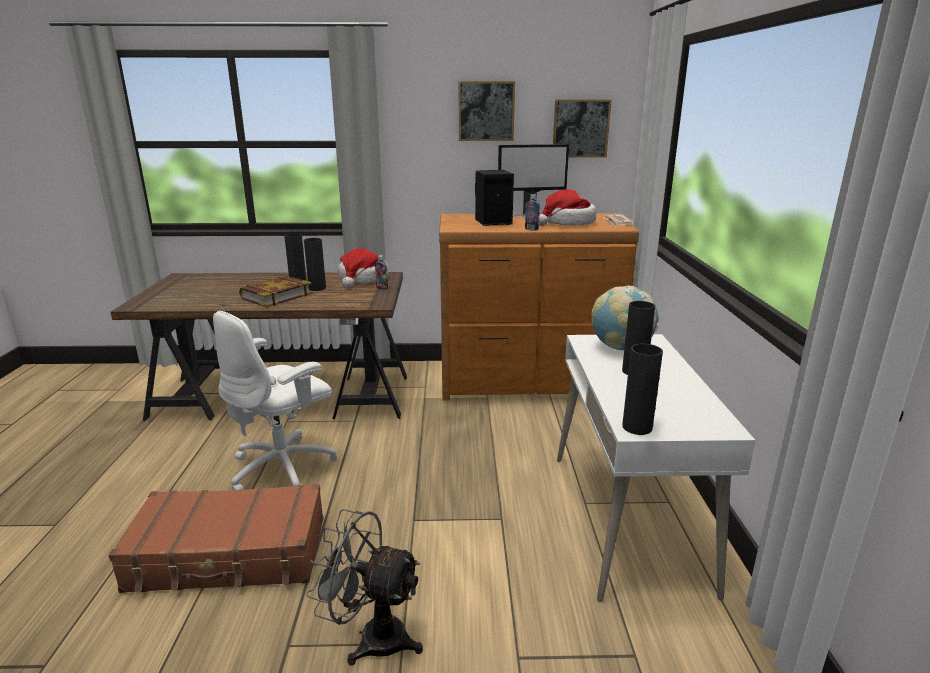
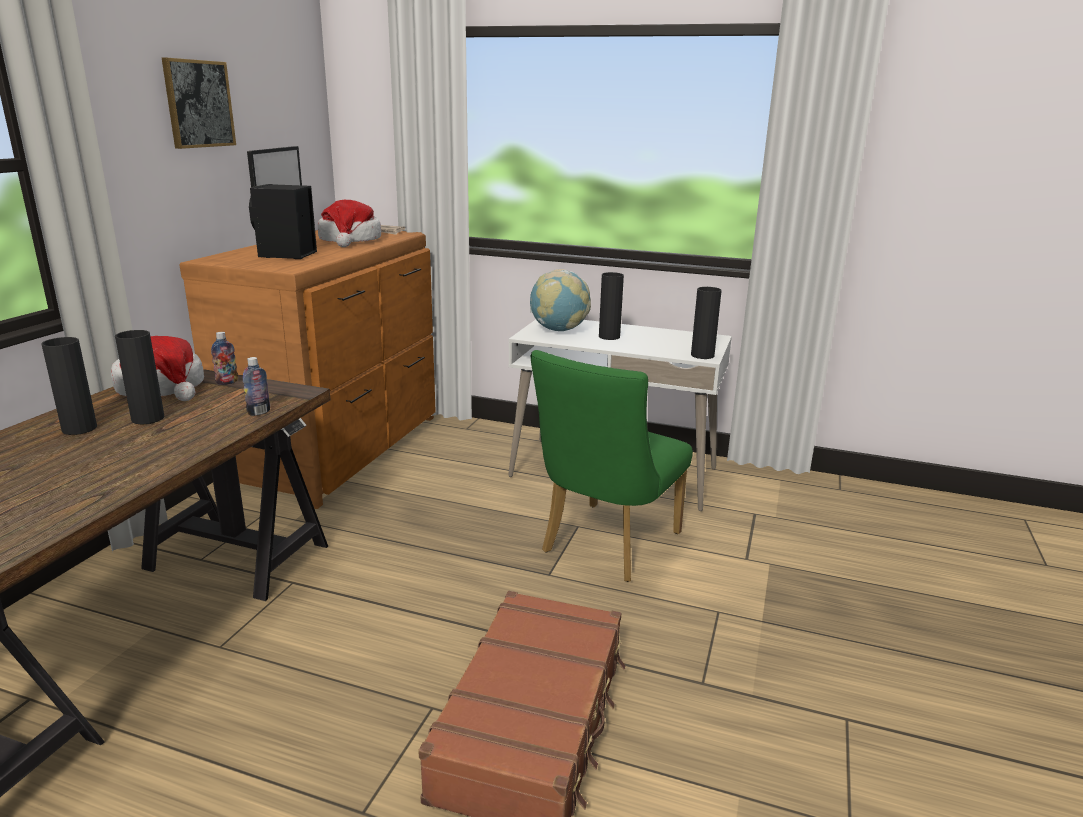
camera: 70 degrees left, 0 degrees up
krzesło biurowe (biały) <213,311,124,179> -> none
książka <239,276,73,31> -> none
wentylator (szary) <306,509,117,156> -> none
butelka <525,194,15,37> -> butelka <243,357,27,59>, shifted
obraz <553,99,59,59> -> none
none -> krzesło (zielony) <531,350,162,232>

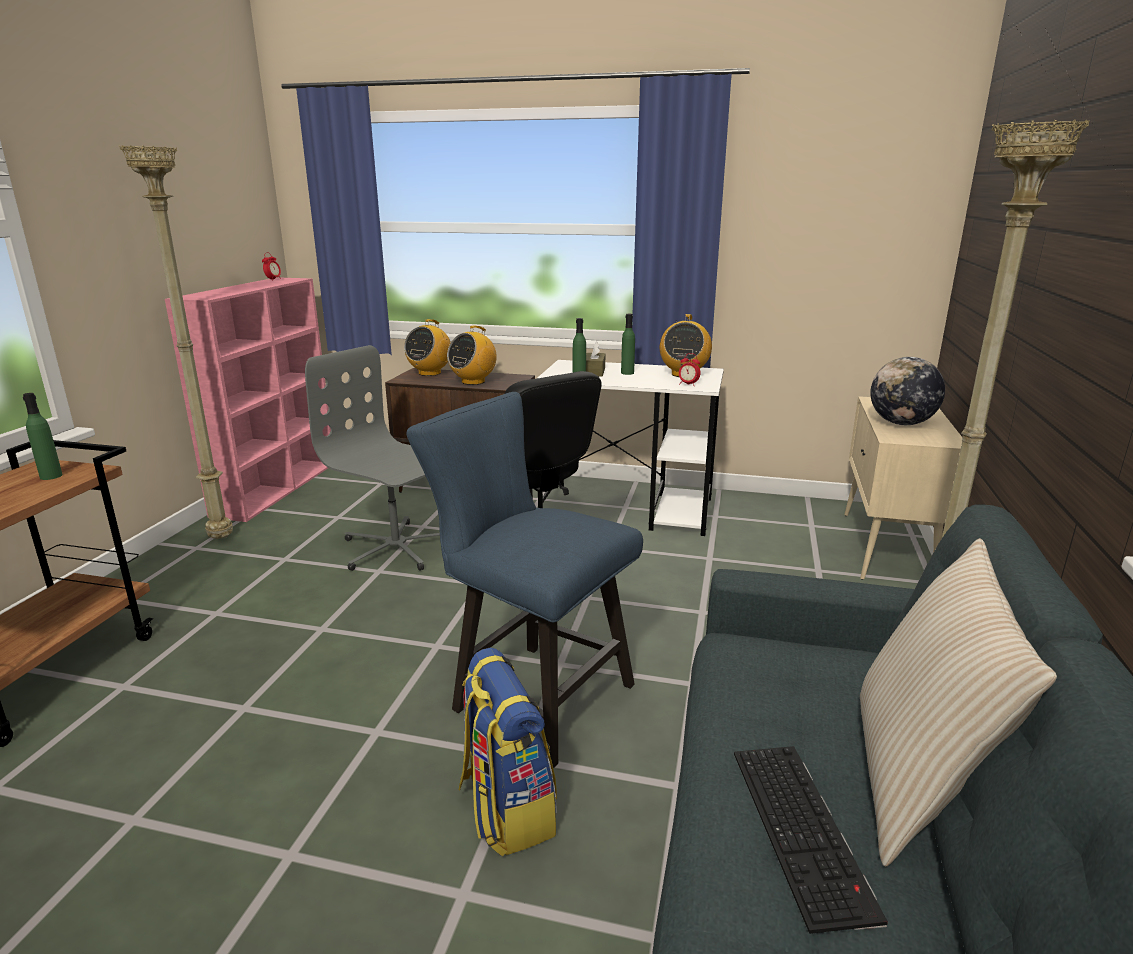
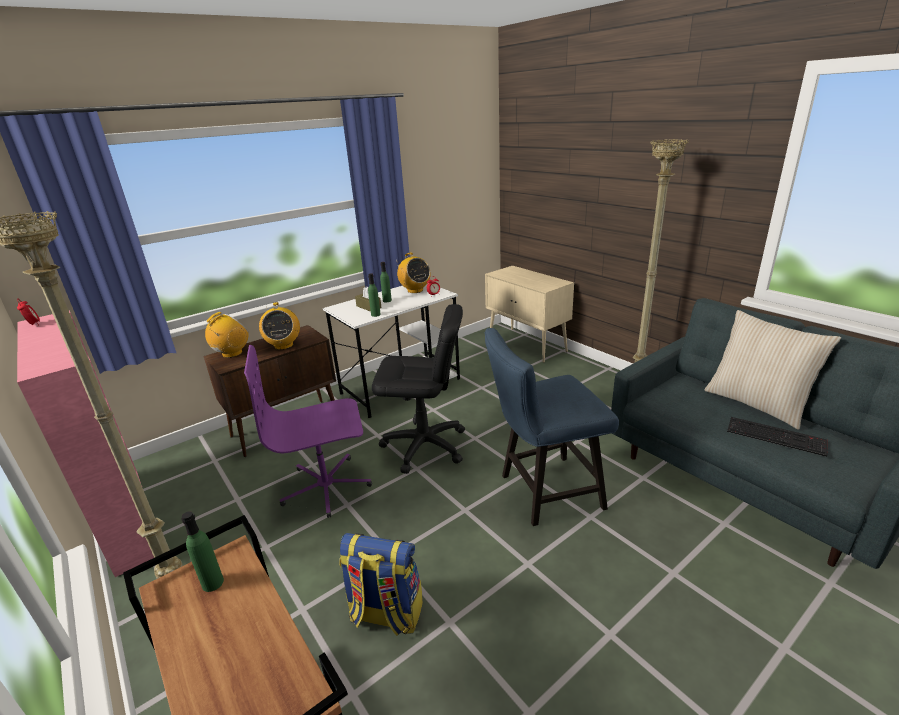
camera: 50 degrees left, 5 degrees up
krzesło biurowe (szary) <305,345,135,226> -> krzesło biurowe (fioletowy) <244,345,128,173>
radio <404,319,47,57> -> radio <205,312,44,46>, 120 degrees counterclockwise
plecak <459,648,98,209> -> plecak <339,533,84,103>, shifted
globus <870,357,75,68> -> none

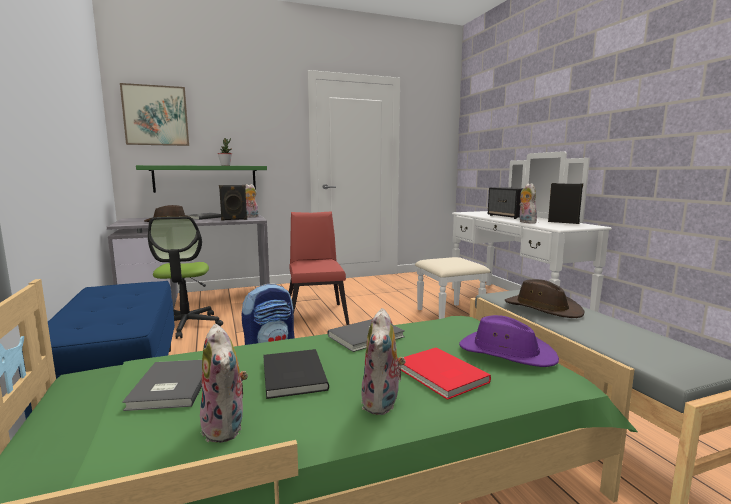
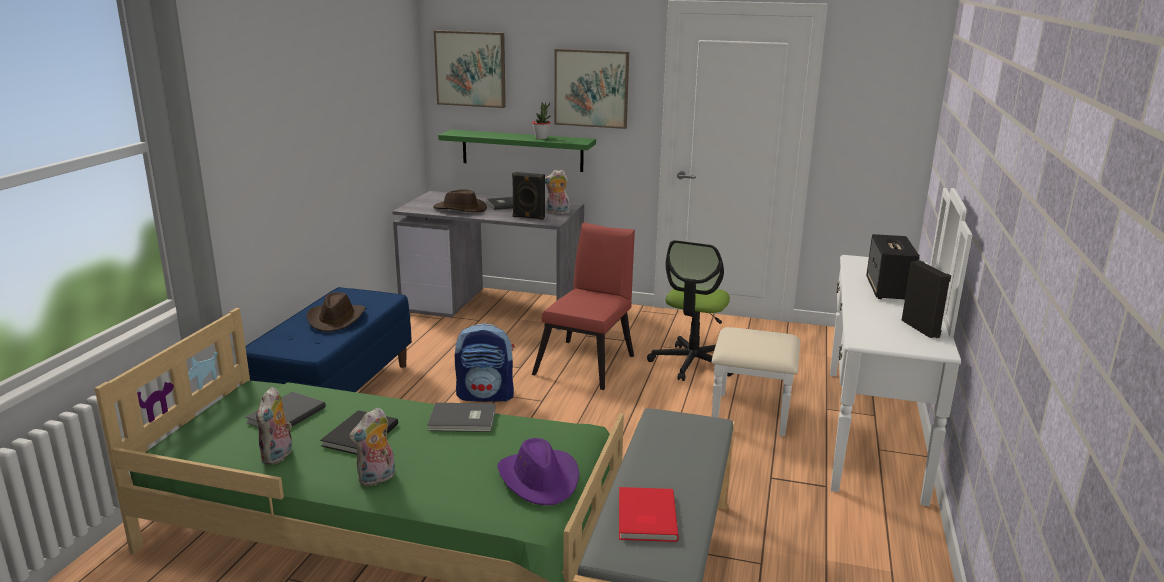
camera: 35 degrees right, 10 degrees up
krzesło biurowe <148,216,75,123> -> krzesło biurowe <647,240,87,141>, shifted
książka (czerwony) <401,348,90,52> -> książka (czerwony) <619,487,60,55>, shifted
kapelusz (brązowy) <504,279,80,39> -> kapelusz (brązowy) <306,292,60,40>, shifted
pluszak <519,183,18,41> -> none
none -> obraz <554,49,75,80>

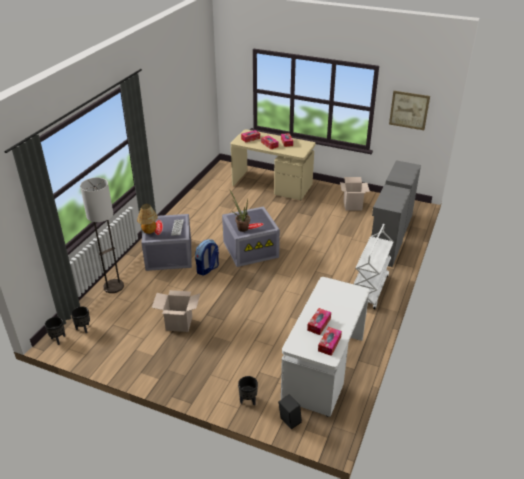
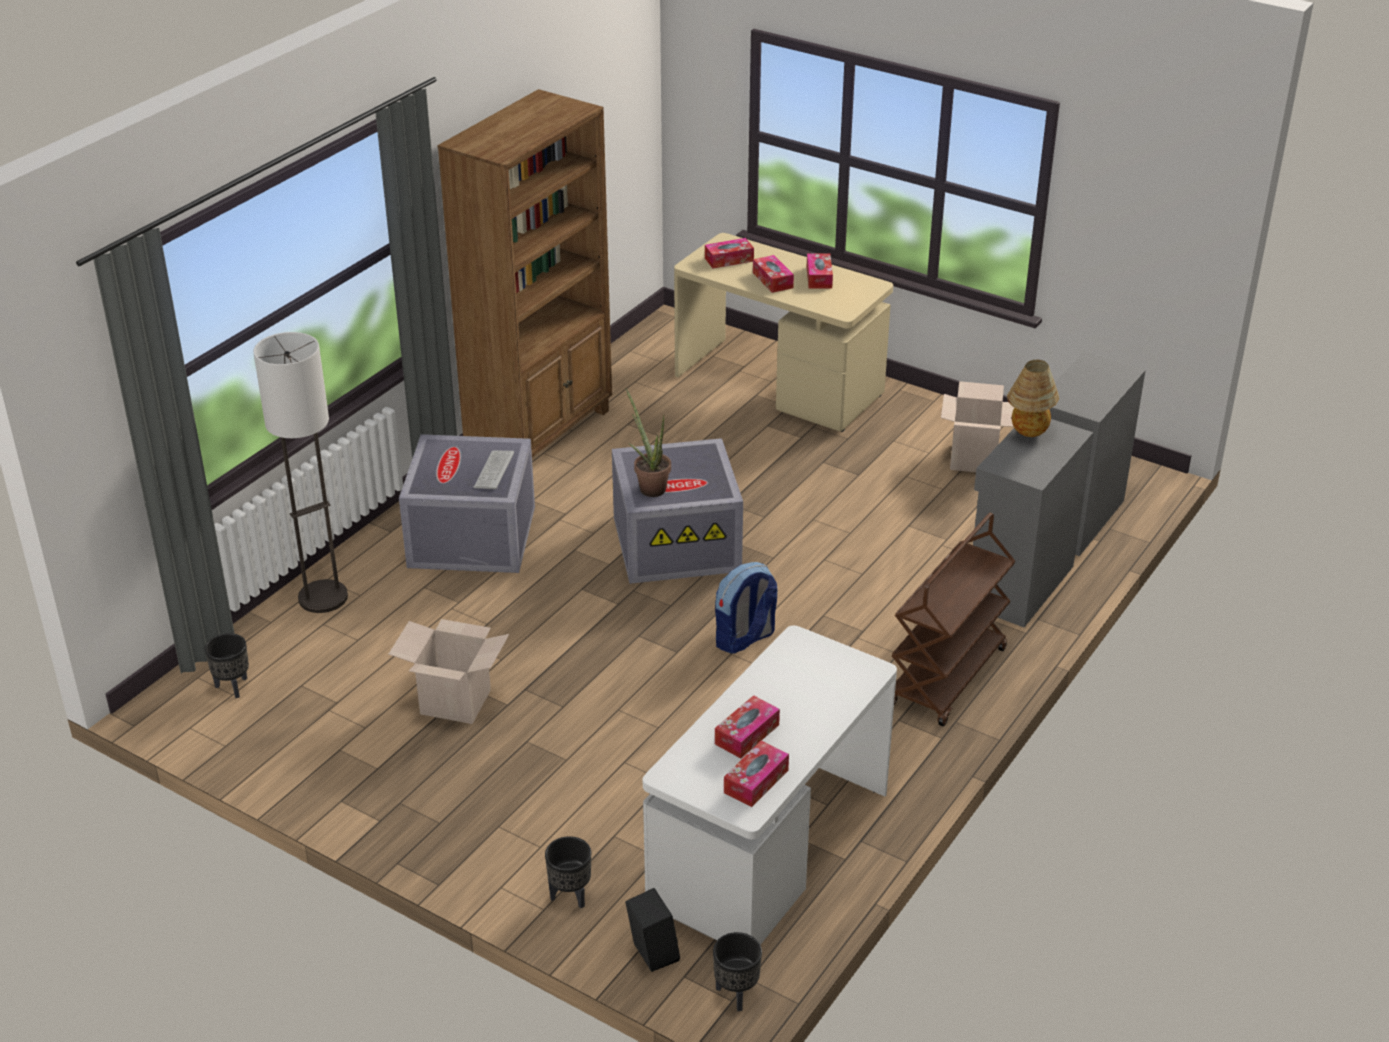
camera: 10 degrees right, 0 degrees up
donica (czarny) <45,317,20,28> -> donica (czarny) <713,932,49,79>, shifted
lampa stołowa <137,204,21,30> -> lampa stołowa <1007,360,52,77>, shifted
plecak <195,239,24,36> -> plecak <715,562,63,92>, shifted
wózek (biały) <354,224,40,85> -> wózek (brązowy) <892,513,123,213>
obraz <389,91,41,39> -> none
none -> regał (brązowy) <437,89,175,368>

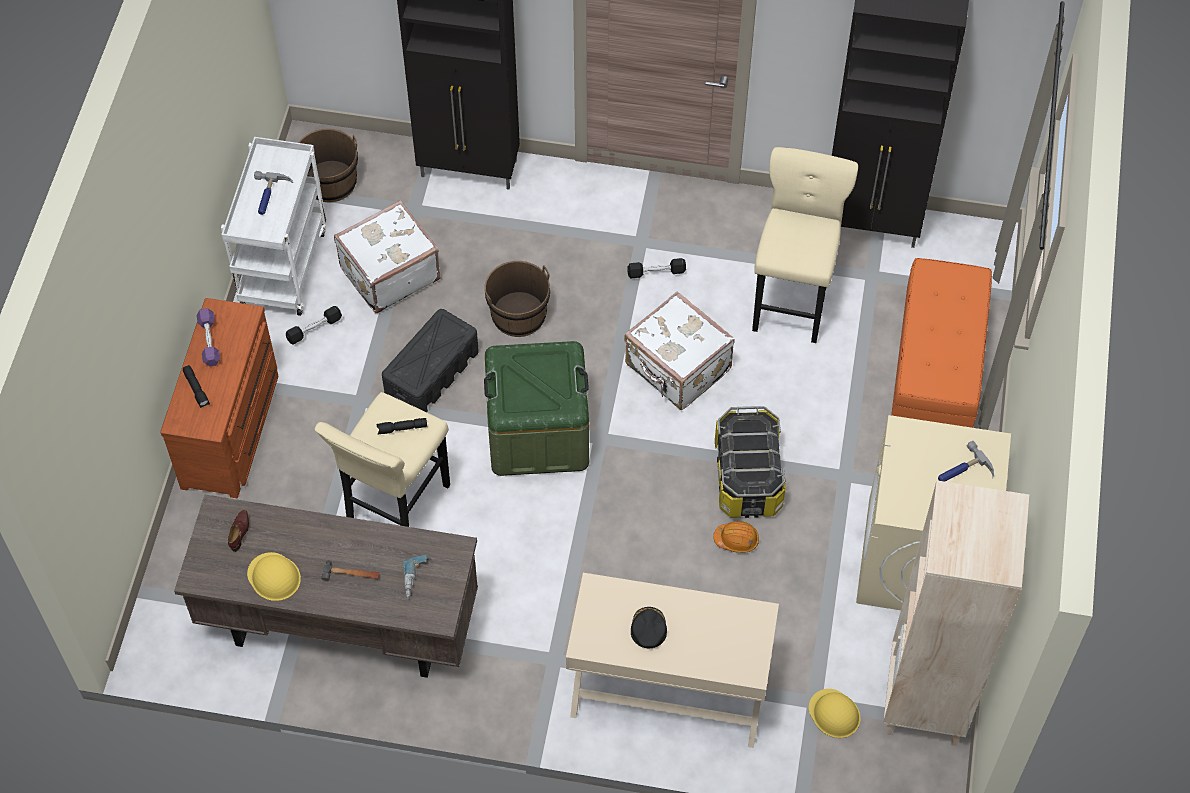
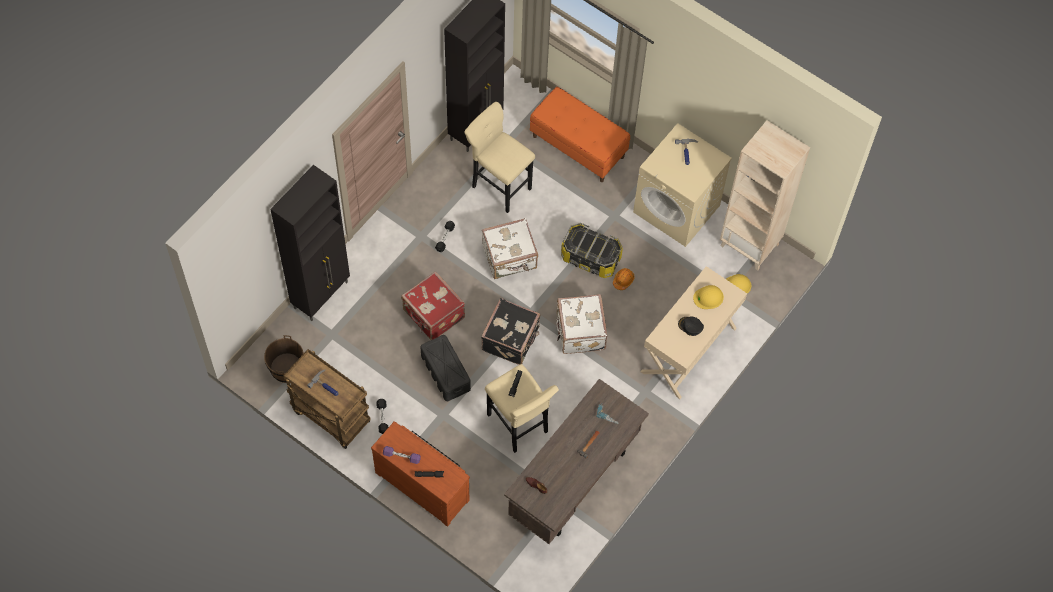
camera: 65 degrees left, 5 degrees up
wózek (biały) <221,137,105,179> -> wózek (brązowy) <283,349,88,100>
kask (żółty) <247,552,54,49> -> kask (żółty) <693,285,31,24>, shifted
walizka (biały) <334,200,106,113> -> walizka (biały) <556,294,51,60>, shifted
wiadro (brązowy) <484,261,66,76> -> walizka (czerwony) <401,271,64,69>
pojemnik do przechowywania (zielony) <484,341,105,135> -> walizka (czarny) <481,298,59,67>

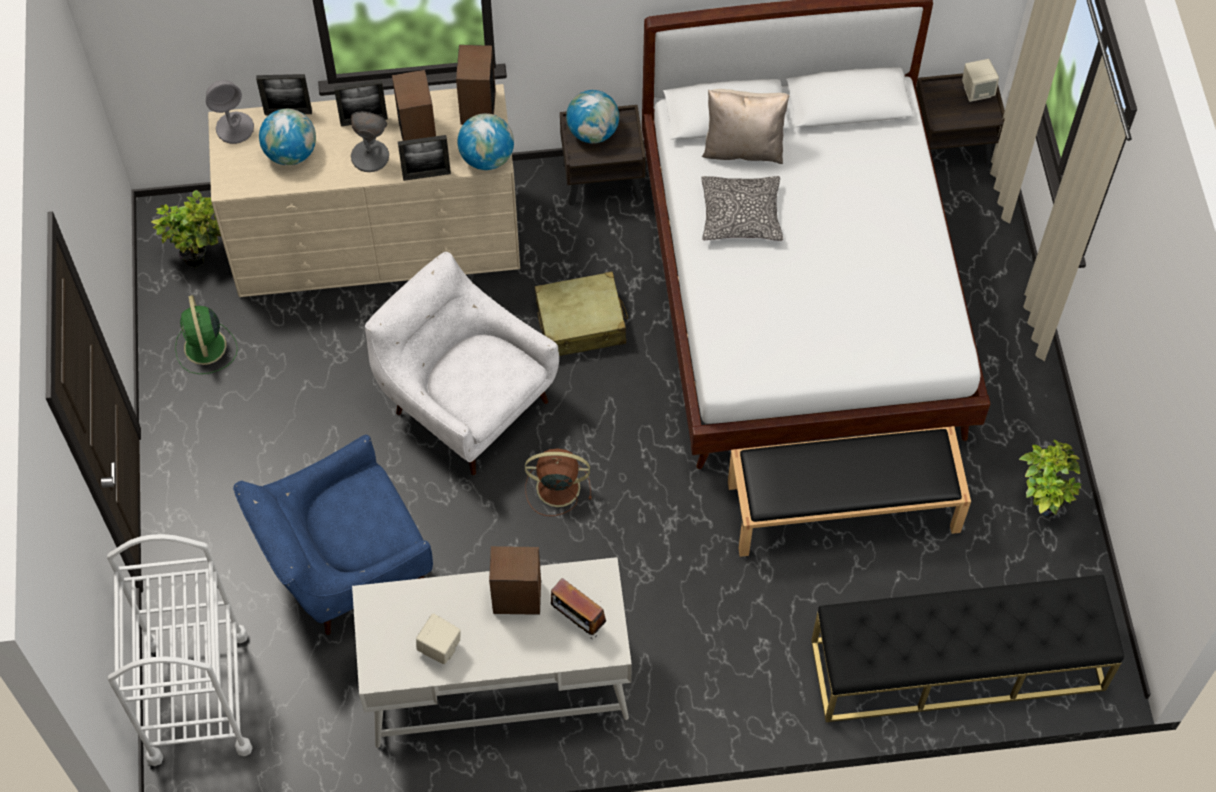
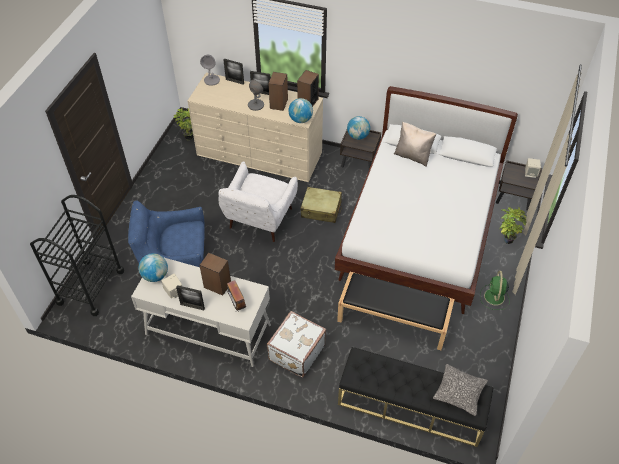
camera: 25 degrees right, 10 degrees down
wózek (biały) <107,534,146,232> -> wózek (czarny) <30,195,94,121>
wentylator (zielony) <175,295,63,79> -> wentylator (zielony) <480,271,30,39>, shifted
globus <259,109,57,56> -> globus <138,253,30,29>, shifted
fotel (biały) <365,252,194,223> -> fotel (biały) <219,162,79,80>, 135 degrees counterclockwise
ramka na zdjęcie <398,135,53,46> -> ramka na zdjęcie <176,285,29,25>, shifted
wentylator (brązowy) <525,448,67,68> -> none
poduszka <701,176,82,65> -> poduszka <433,364,55,52>, shifted
roślina doniczkowa <1019,439,64,78> -> roślina doniczkowa <500,207,27,37>, shifted
none -> walizka (biały) <267,311,59,66>

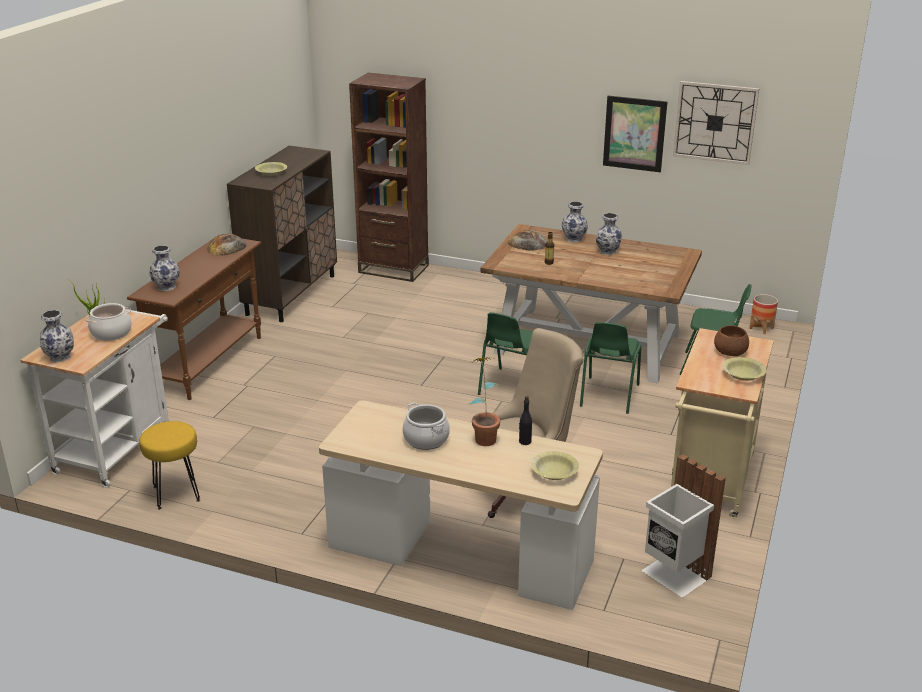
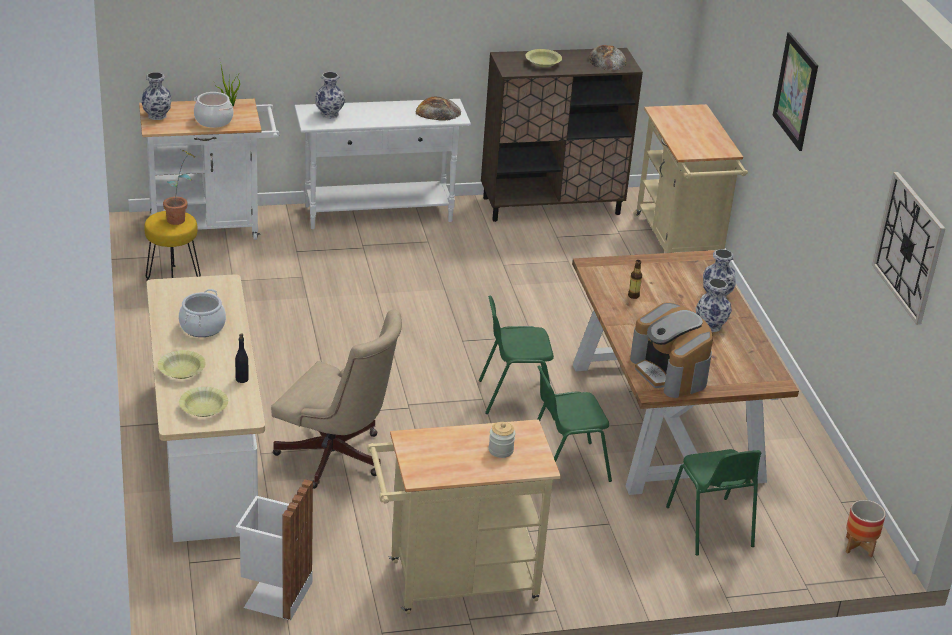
camera: 55 degrees right, 5 degrees up
stolik konsolowy (brązowy) <127,236,134,164> -> stolik konsolowy (biały) <294,99,177,130>
regał (brązowy) <349,73,80,209> -> wózek (beżowy) <633,104,115,149>
roślina doniczkowa <468,357,32,89> -> roślina doniczkowa <163,150,33,75>, shifted
chleb <507,230,40,21> -> chleb <589,45,38,26>, shifted
obraz <603,95,64,77> -> obraz <773,32,45,119>, shifted
miska (brązowy) <714,325,35,31> -> słoik <489,422,26,36>
miska (żółty) <722,357,45,24> -> miska (żółty) <158,350,48,29>, shifted
none -> ekspres do kawy <630,302,83,96>

